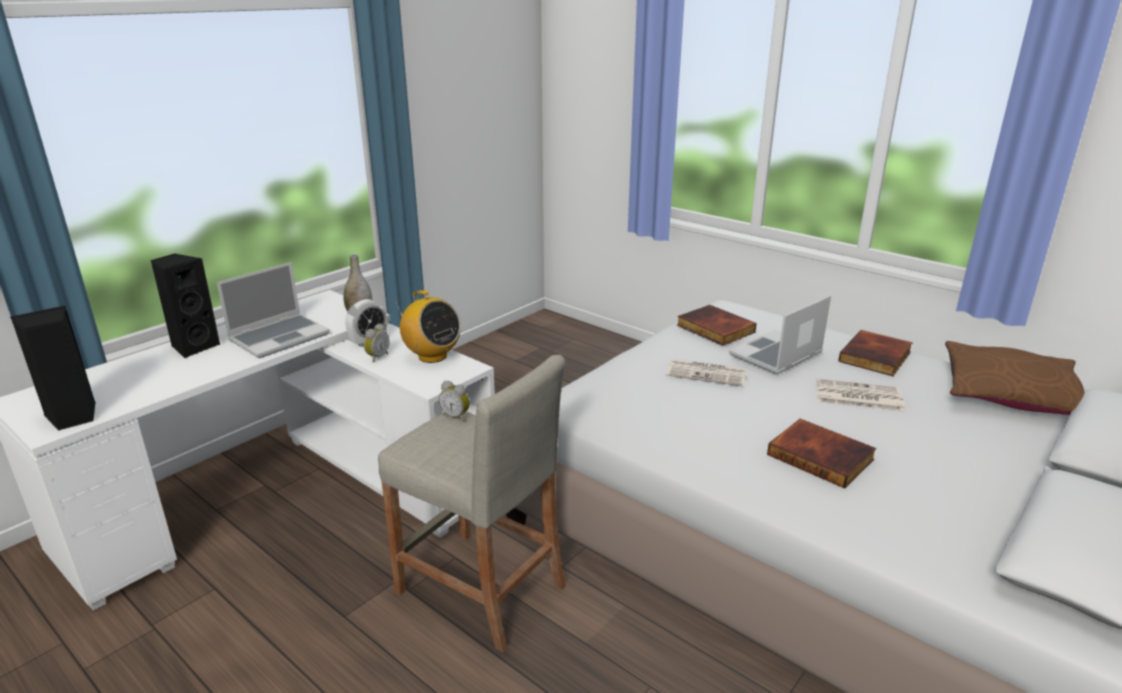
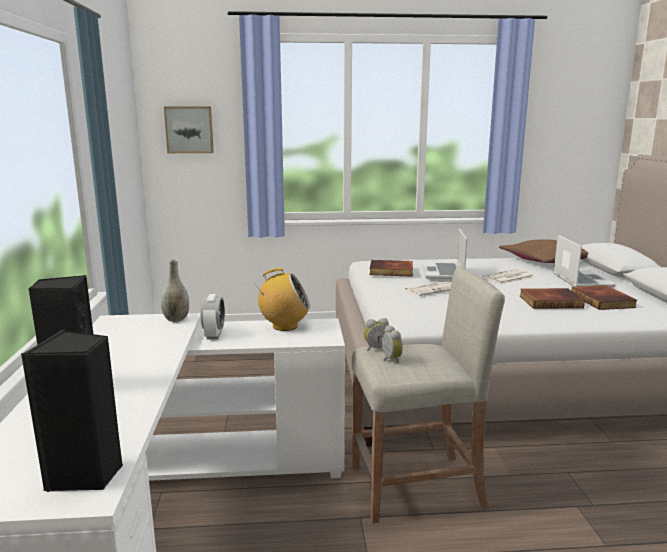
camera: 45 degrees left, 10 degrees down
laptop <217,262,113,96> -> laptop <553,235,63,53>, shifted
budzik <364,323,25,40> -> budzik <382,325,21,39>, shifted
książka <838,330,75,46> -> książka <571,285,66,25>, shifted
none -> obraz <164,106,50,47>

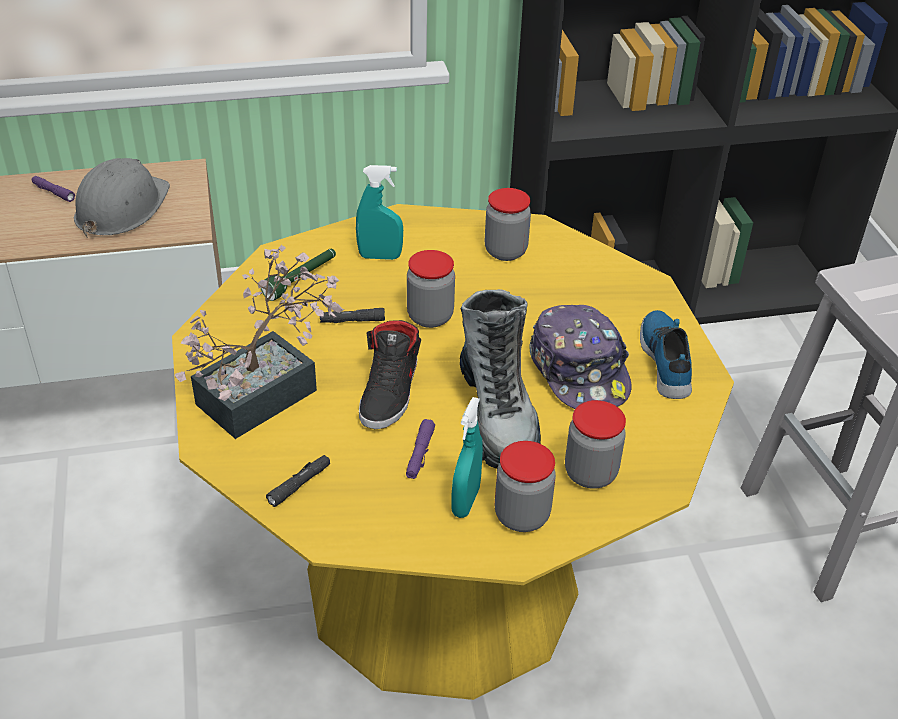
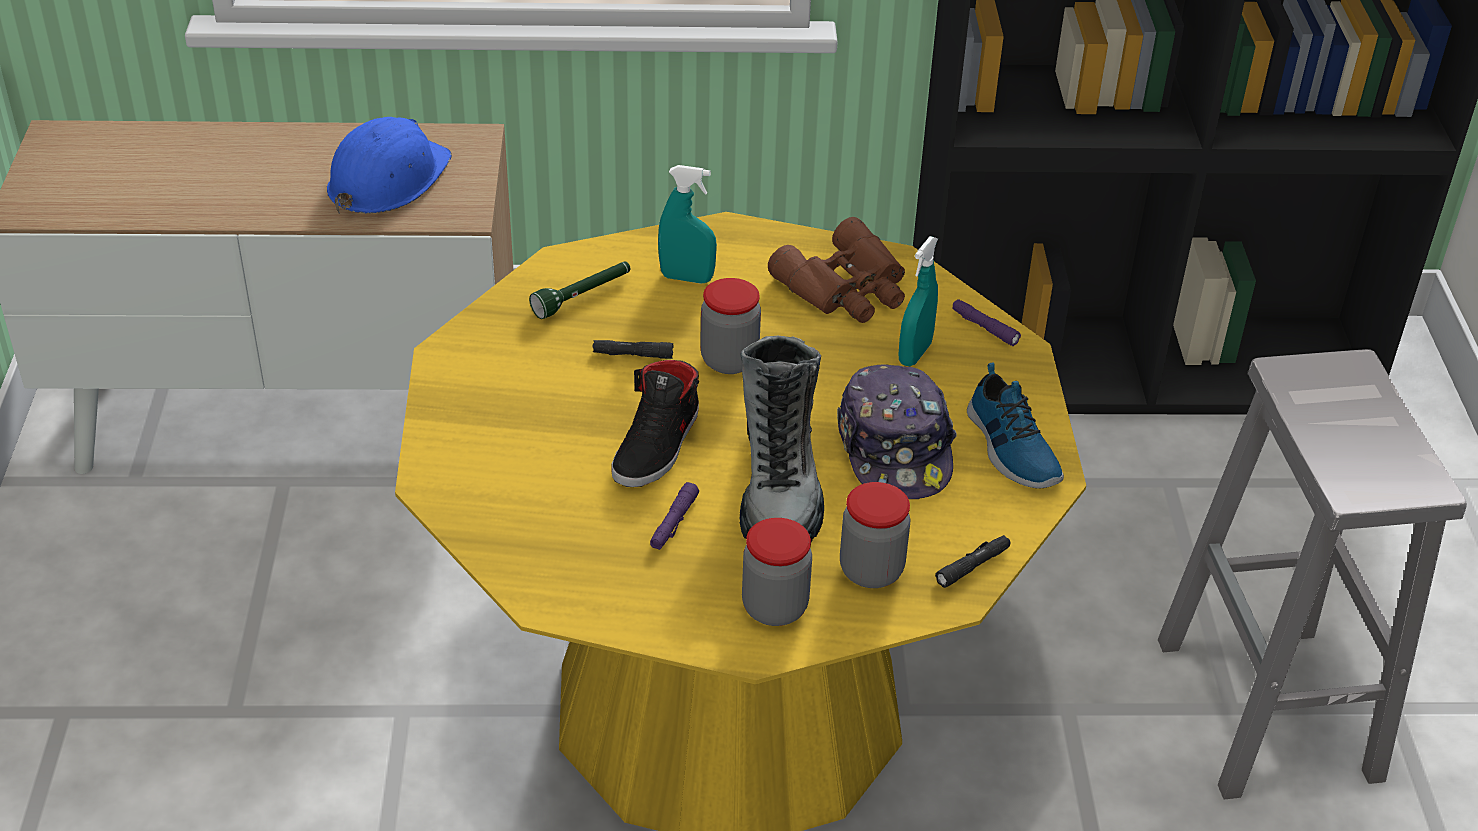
camera: 10 degrees right, 0 degrees up
latarka (fioletowy) <32,176,43,26> -> latarka (fioletowy) <952,299,69,47>, shifted
kask (szary) <74,158,96,79> -> kask (niebieski) <327,117,125,97>
roślina doniczkowa <175,245,169,194> -> none
latarka (czarny) <266,455,64,52> -> latarka (czarny) <935,535,76,53>, shifted
spryskiwacz (turkusowy) <451,397,32,121> -> spryskiwacz (turkusowy) <898,236,40,130>, shifted
słoik <485,188,46,73> -> lornetka (brązowy) <768,217,137,106>
but <640,310,52,89> -> but <967,362,97,127>, 150 degrees clockwise

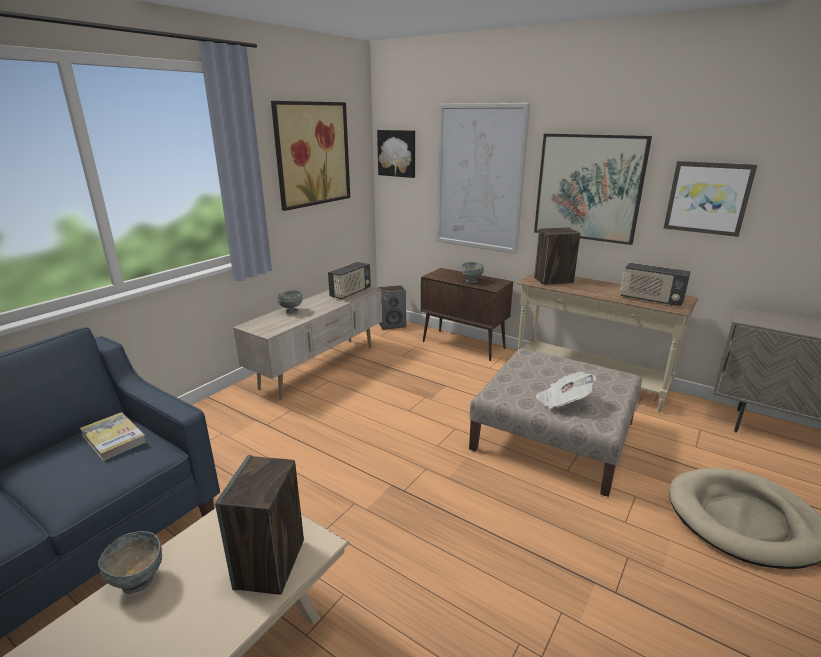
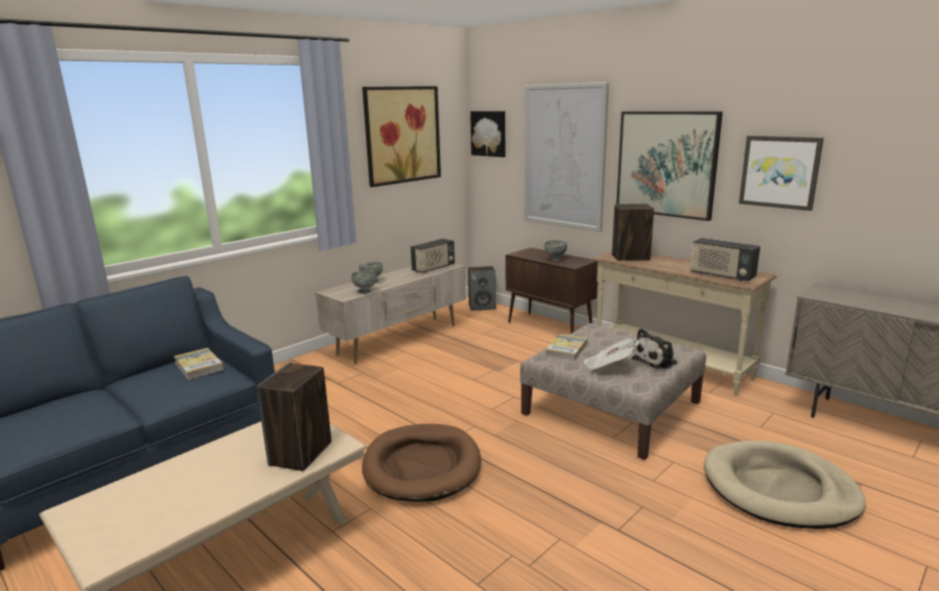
camera: 10 degrees right, 5 degrees down
miska (szary) <98,531,64,63> -> miska (szary) <351,271,25,23>, shifted
none -> legowisko (brązowy) <362,424,119,78>
none -> książka <545,334,43,27>
none -> pluszak <632,328,46,41>

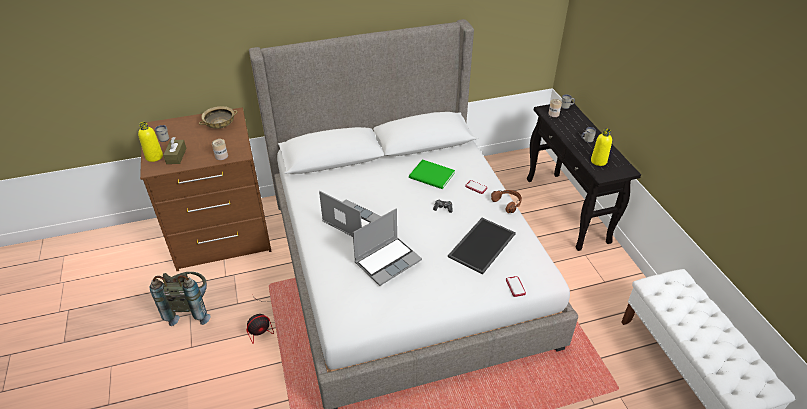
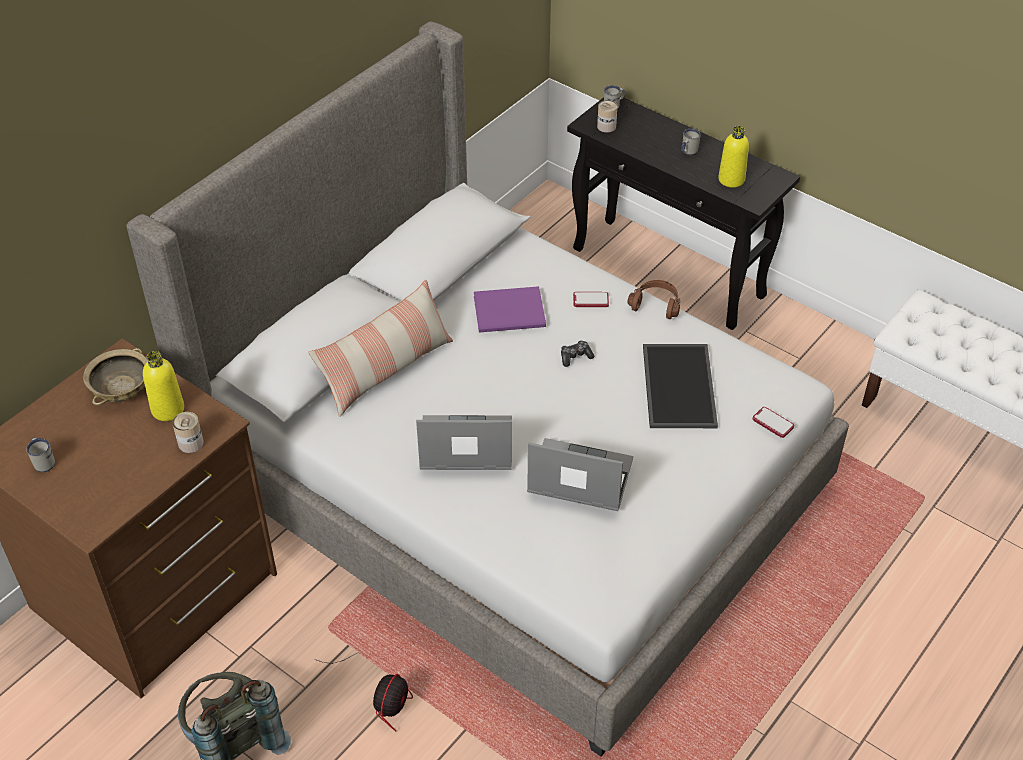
camera: 35 degrees left, 5 degrees up
butelka (żółty) <138,122,25,40> -> butelka (żółty) <143,351,41,70>, shifted
pudełko chusteczek (brązowy) <163,137,24,27> -> none
laptop <353,208,69,78> -> laptop <527,438,106,73>, 90 degrees counterclockwise
książka (zielony) <409,159,46,30> -> książka (fioletowy) <474,286,72,47>
none -> poduszka <308,280,145,137>

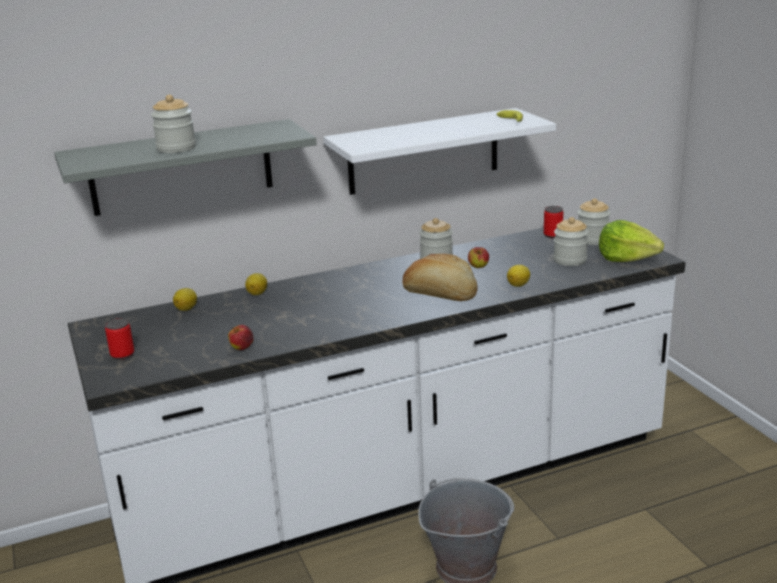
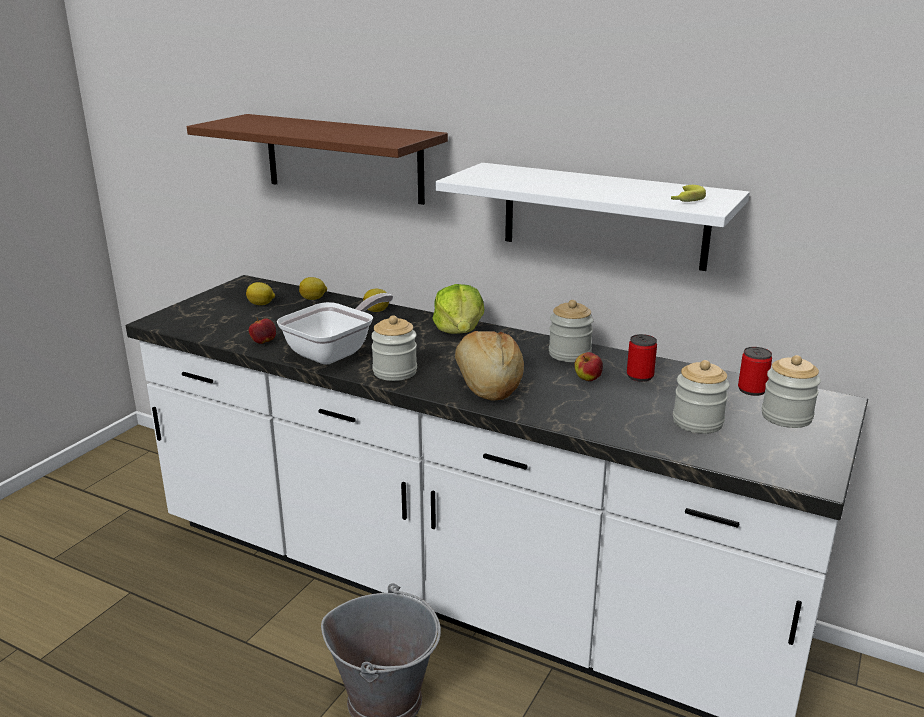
camera: 50 degrees right, 0 degrees up
półka (szary) <54,119,263,97> -> półka (brązowy) <187,114,261,91>
puszka <105,318,29,42> -> puszka <627,334,30,48>, shifted
słoik <151,95,45,58> -> słoik <371,315,46,66>, shifted
cytryna <507,265,23,22> -> cytryna <246,282,29,23>, shifted
sałata <599,220,65,42> -> sałata <432,284,52,50>, shifted
none -> patelnia <277,293,116,72>

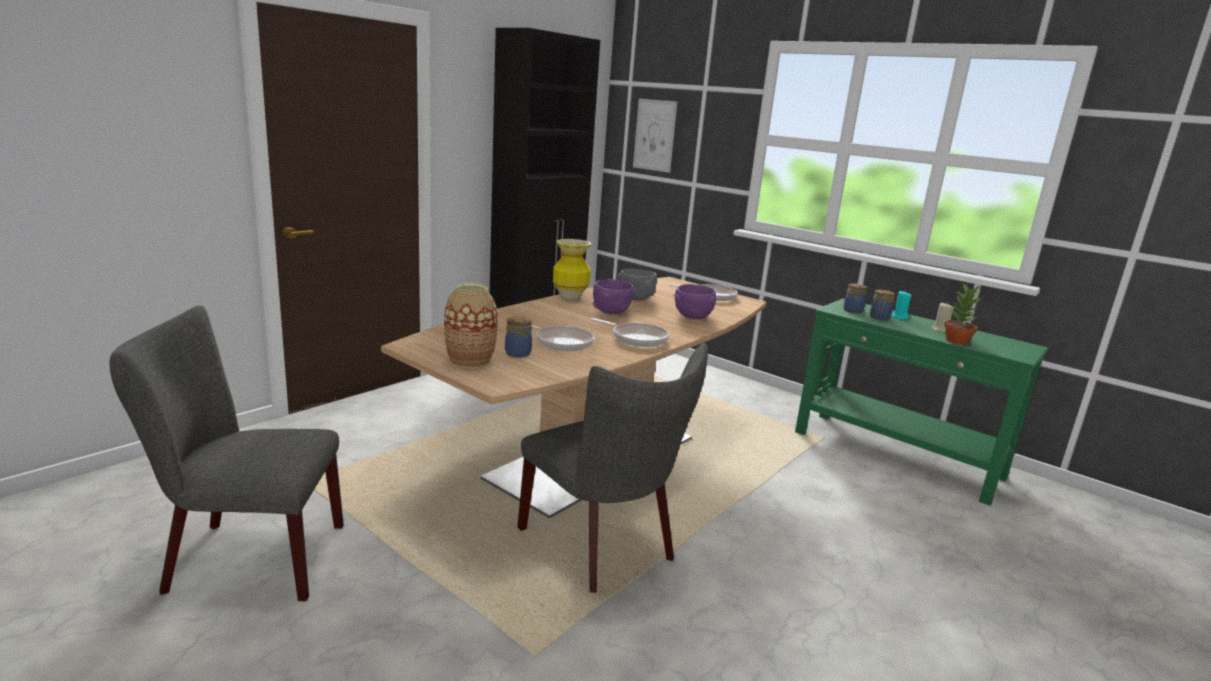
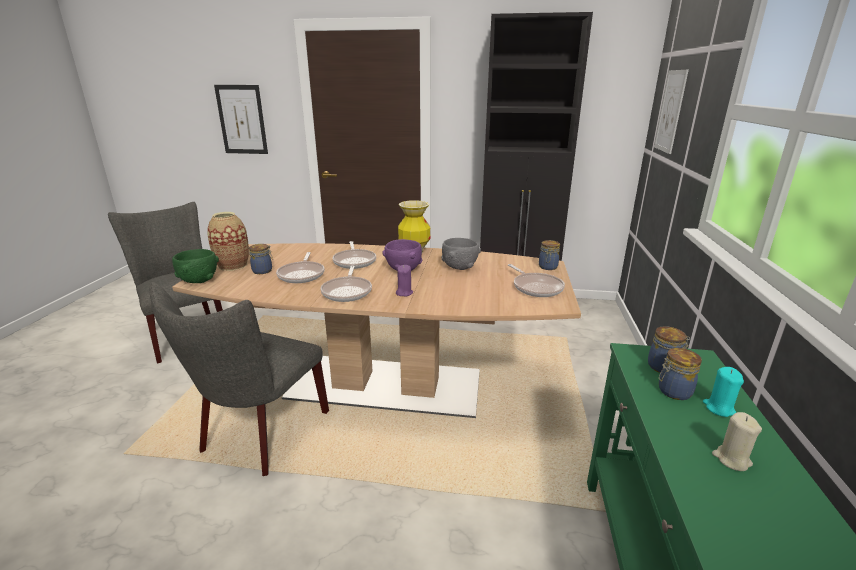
camera: 60 degrees right, 5 degrees up
miska (fioletowy) <675,284,41,35> -> none
roślina doniczkowa <945,284,38,61> -> none
none -> miska (zielony) <172,249,47,34>
none -> obraz <214,85,54,69>
none -> patelnia <332,241,44,28>
none -> świeca (fioletowy) <396,265,17,31>
none -> słoik <539,240,21,30>

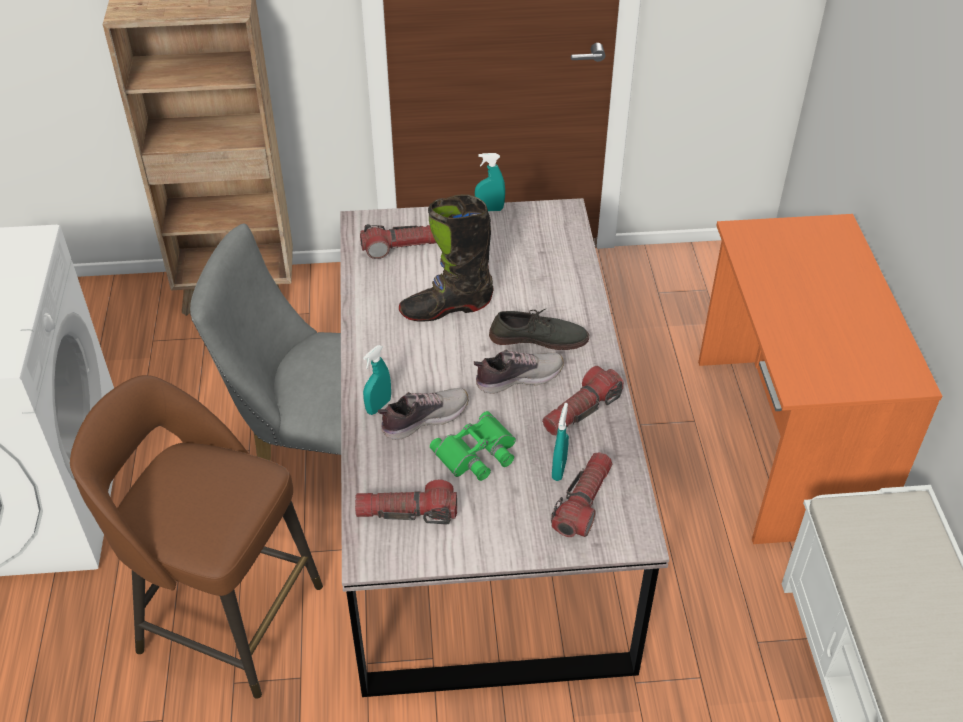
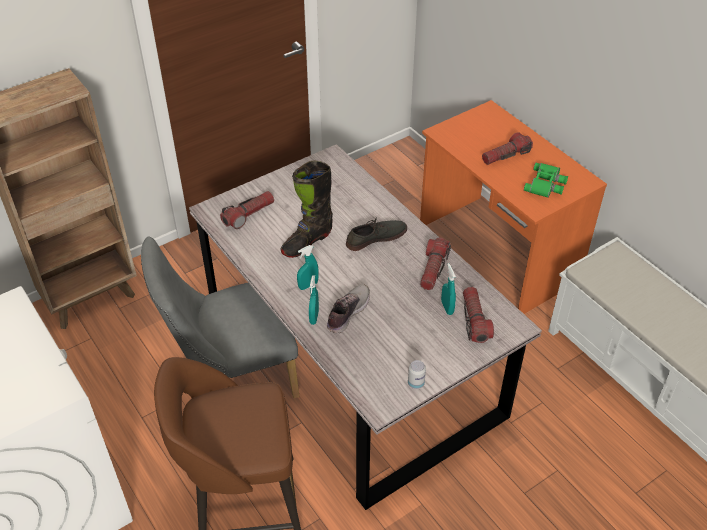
camera: 30 degrees left, 0 degrees up
latarka <355,480,102,45> -> latarka <482,132,51,33>, shifted
lornetka (zielony) <430,411,86,70> -> lornetka (zielony) <524,163,44,35>, shifted
but <474,350,90,44> -> none
spryskiwacz (turkusowy) <475,153,30,58> -> spryskiwacz (turkusowy) <297,245,22,45>, shifted
none -> puszka <408,360,18,29>

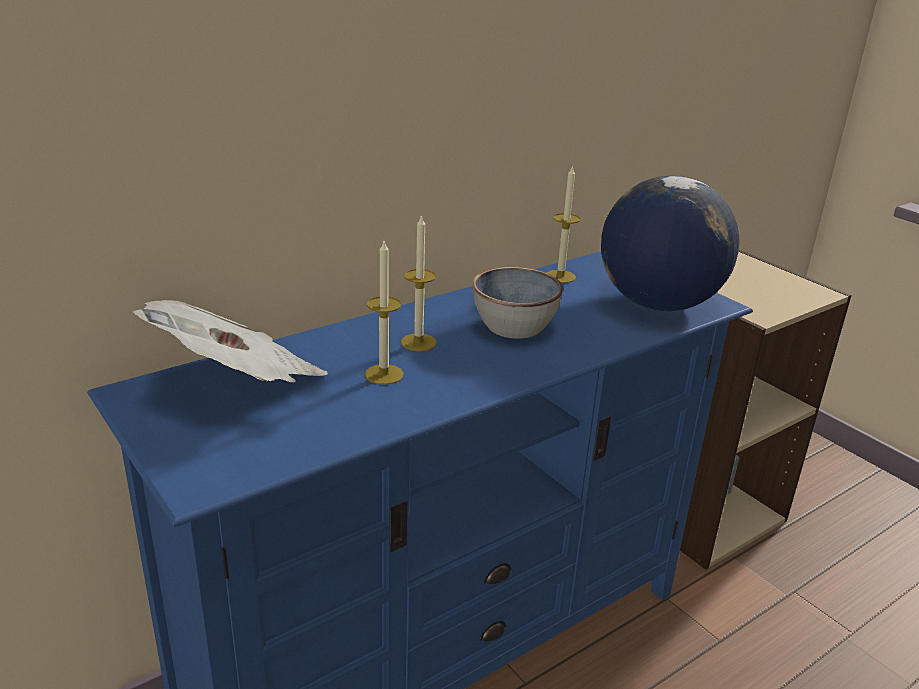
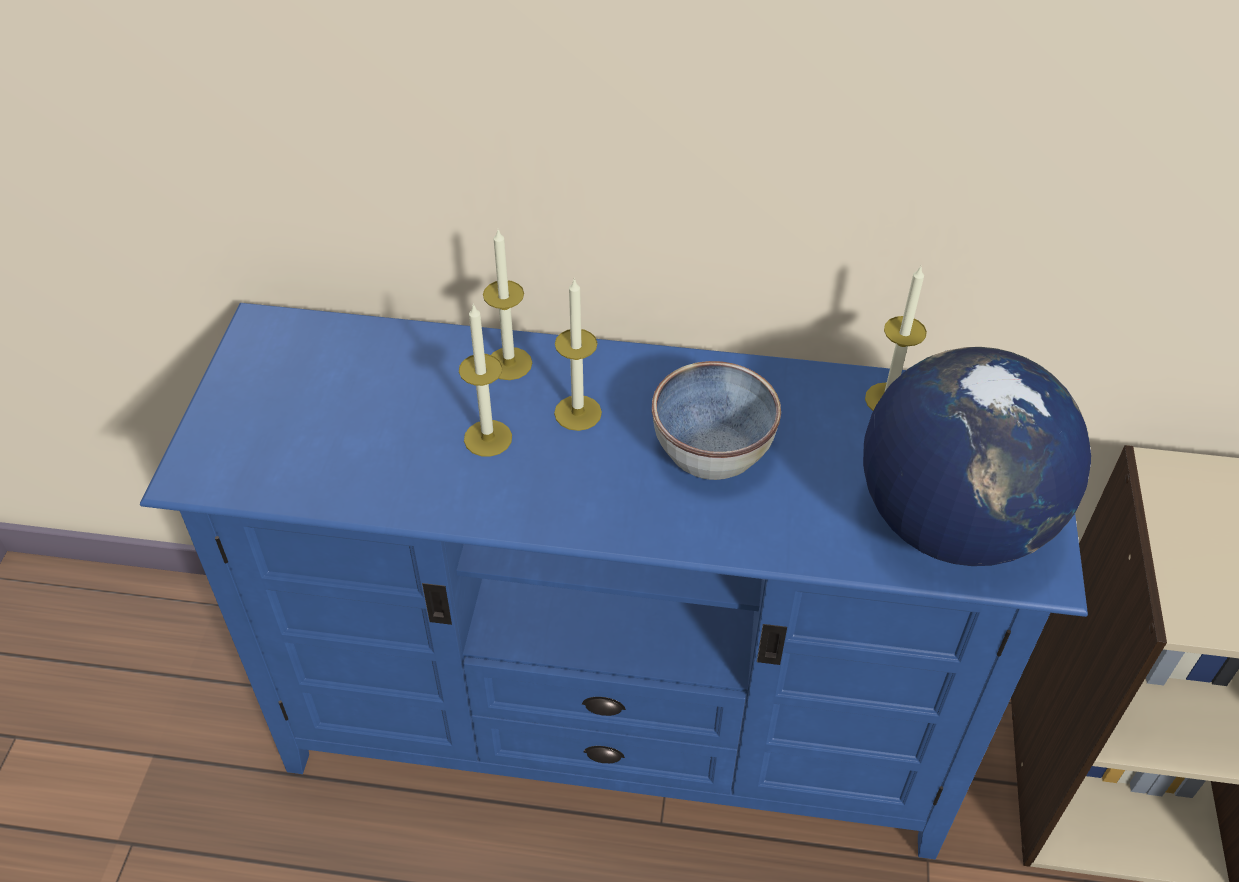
camera: 45 degrees right, 20 degrees up
gazeta <132,300,196,82> -> none
none -> świeca <483,230,49,150>

